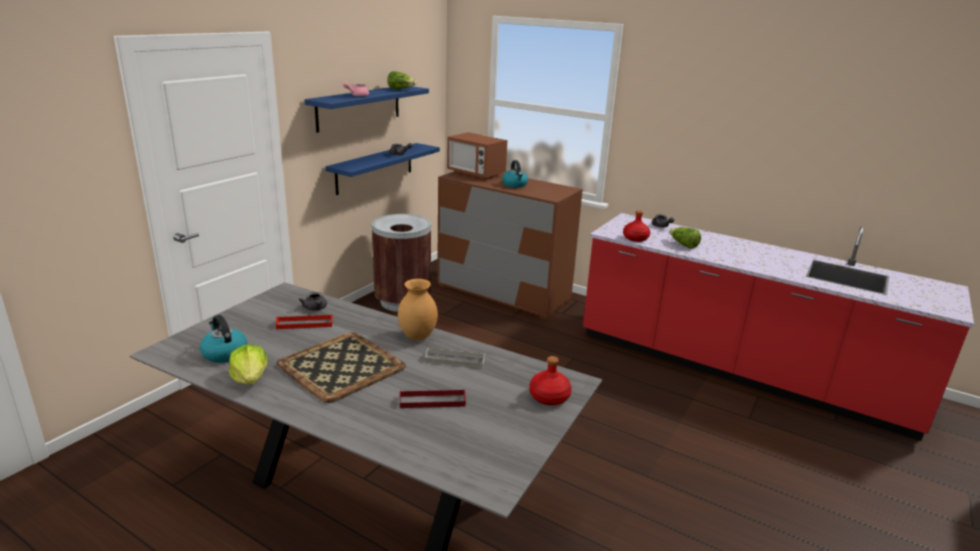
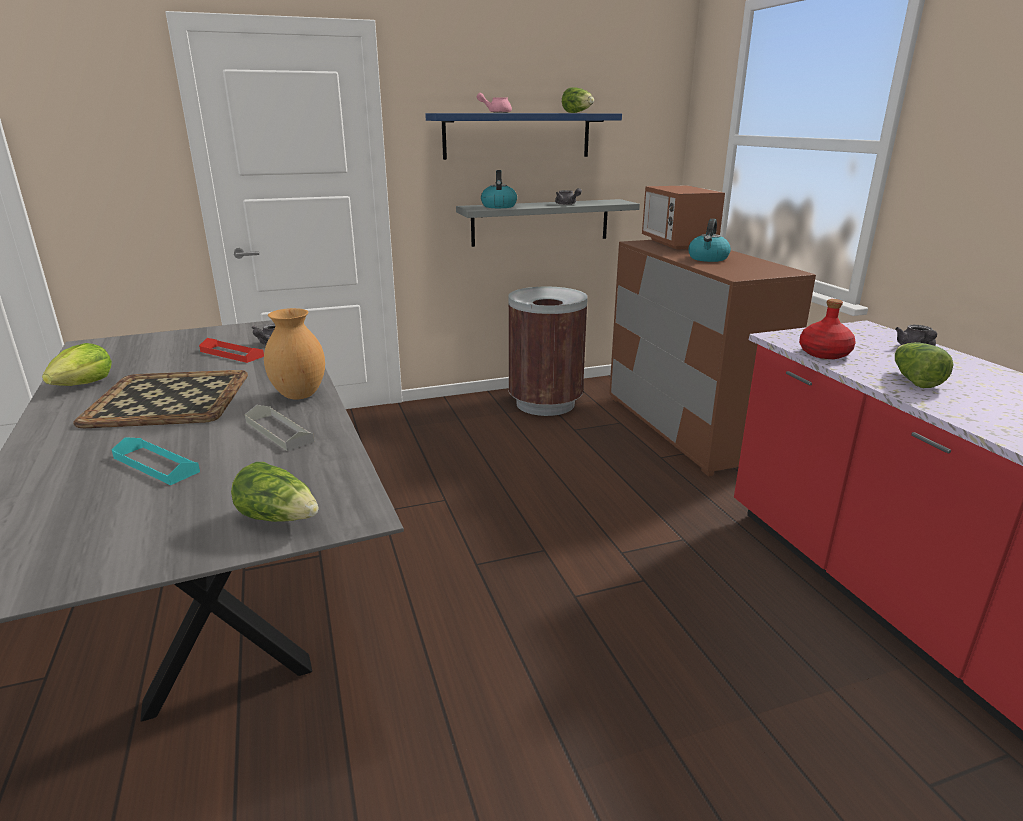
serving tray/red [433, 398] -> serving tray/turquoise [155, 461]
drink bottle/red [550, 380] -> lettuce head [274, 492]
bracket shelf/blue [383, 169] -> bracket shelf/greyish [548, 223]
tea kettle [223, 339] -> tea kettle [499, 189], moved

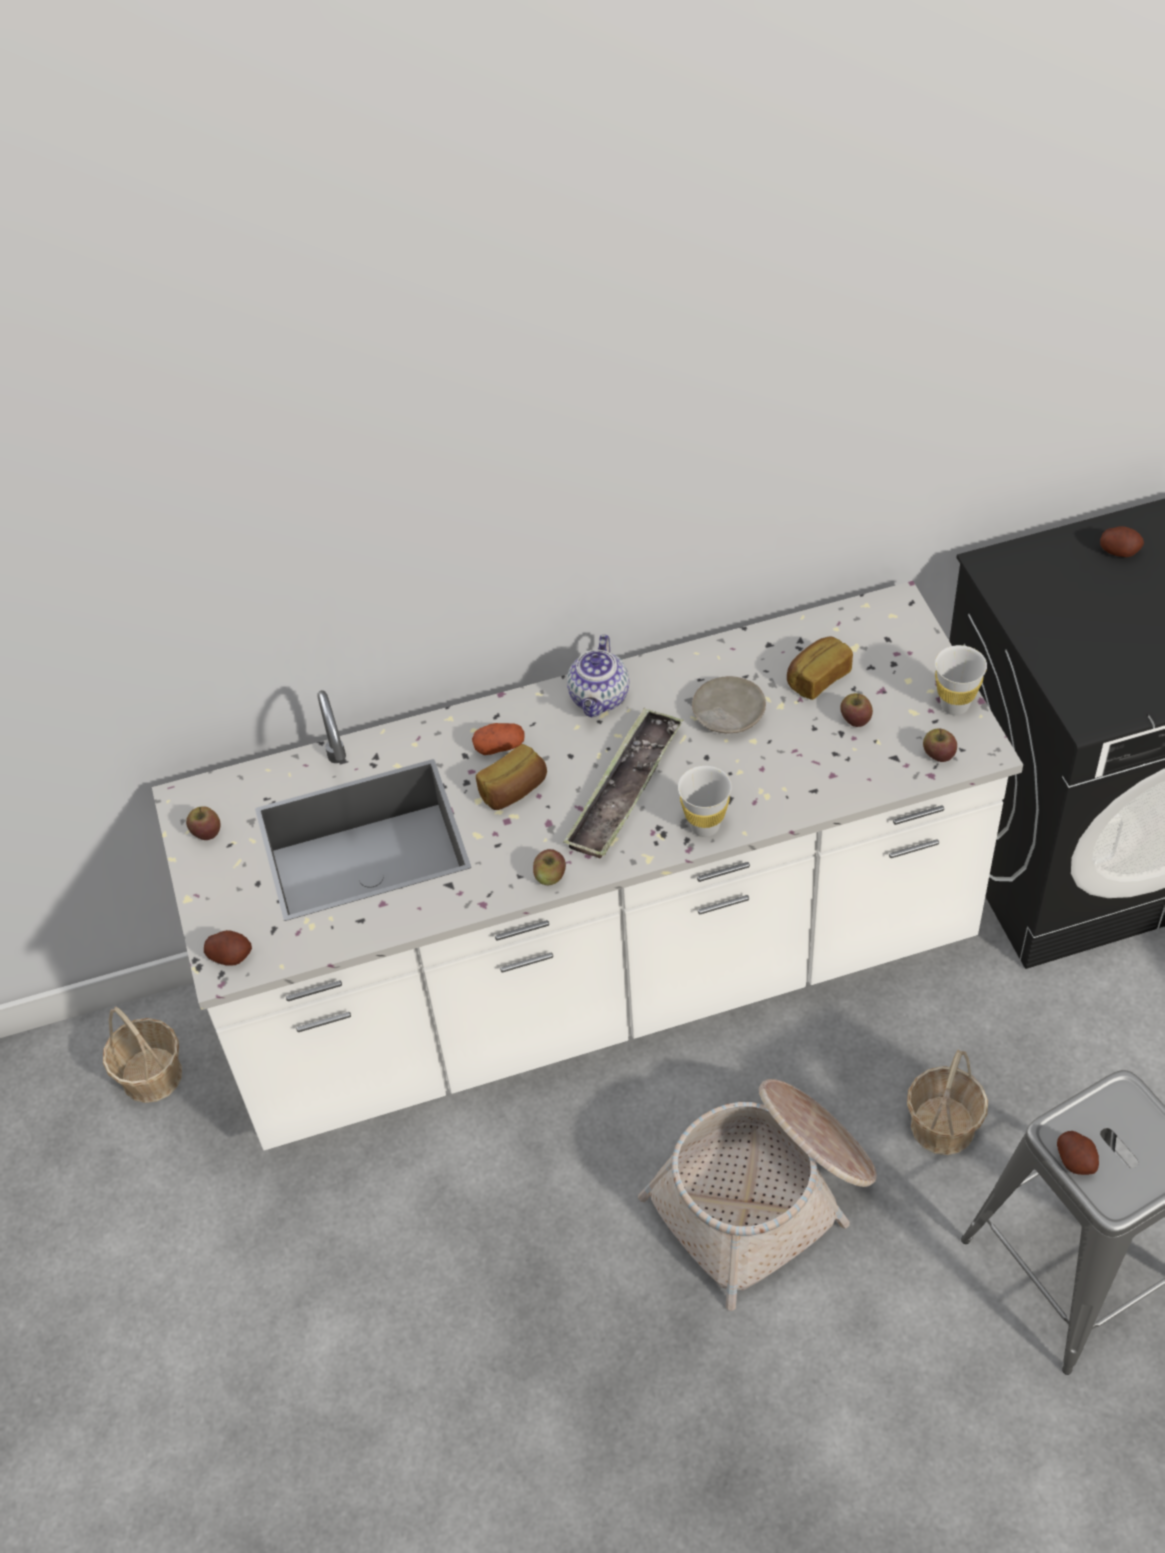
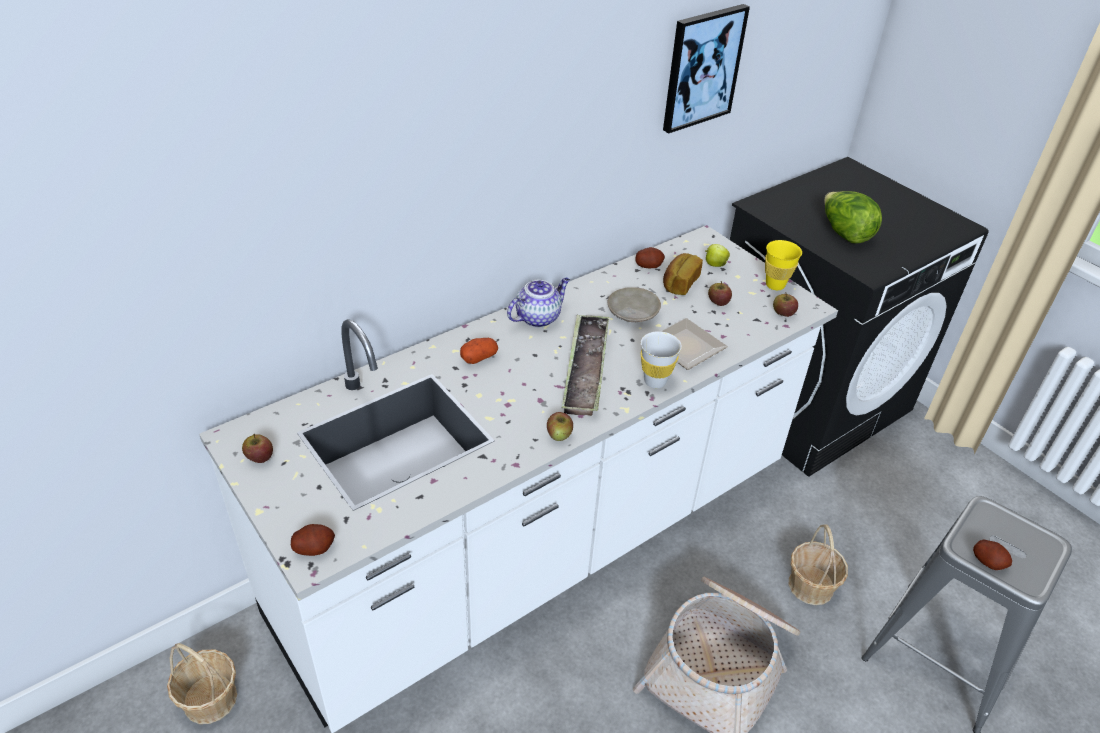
pot for tea [598, 675] -> pot for tea [538, 303], 120 degrees counterclockwise
potato [1122, 541] -> potato [650, 257], moved
none -> flat dish [694, 344]
none -> picture [706, 68]
none -> apple fruit [718, 255]
drinking cup/white [961, 680] -> drinking cup/yellow-coloured [783, 265]
none -> lettuce head [853, 217]
baked bread [511, 777] -> none

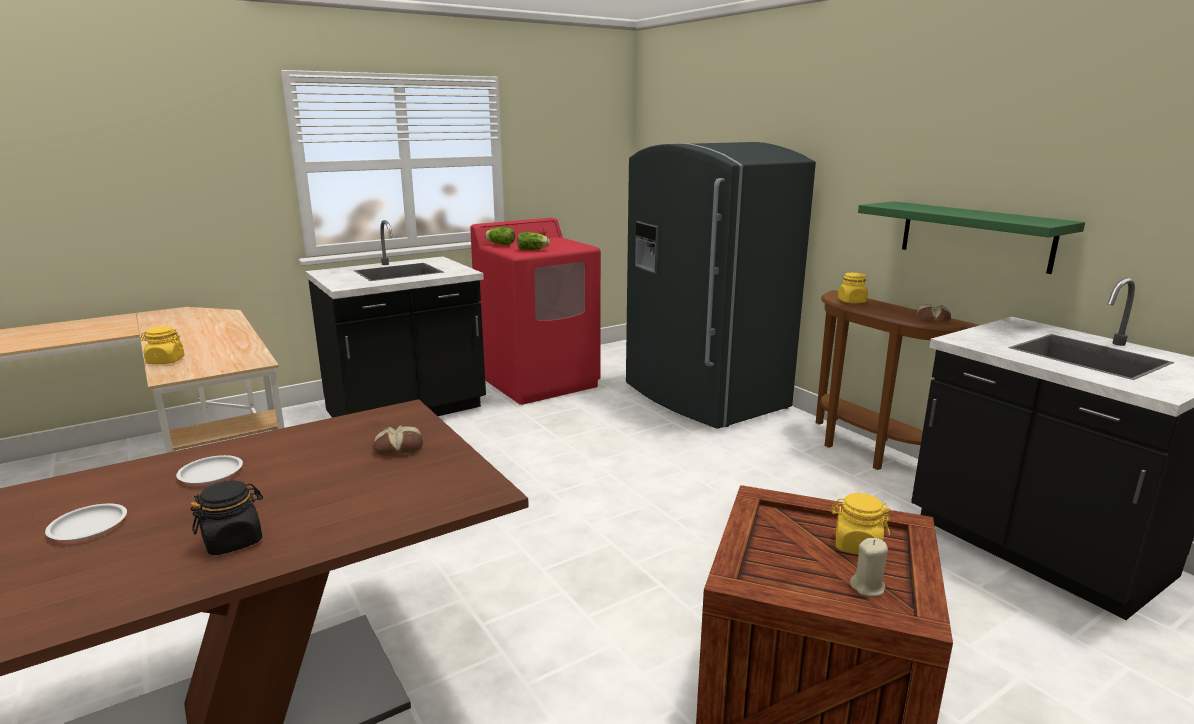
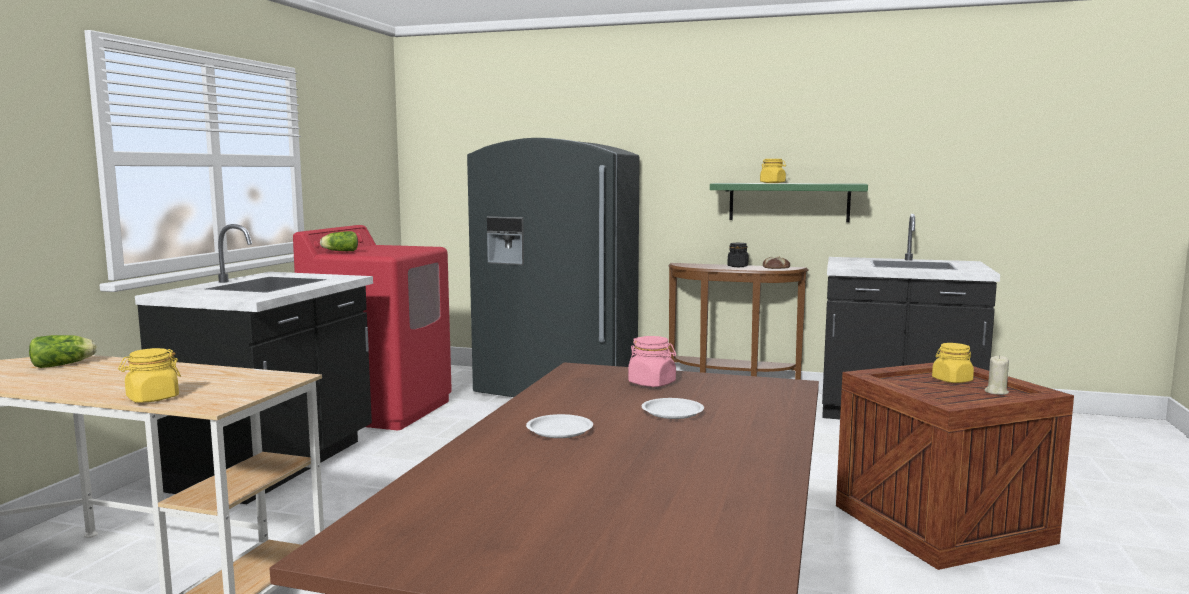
lettuce head [533, 241] -> lettuce head [63, 351], moved
baked bread [398, 440] -> jar/pink-coloured [652, 361]
flat dish/white [86, 522] -> flat dish/white [673, 408], moved
jar/black-coloured [227, 517] -> jar/black-coloured [737, 255], moved
jar/yellow-coloured [853, 288] -> jar/yellow-coloured [773, 171], moved

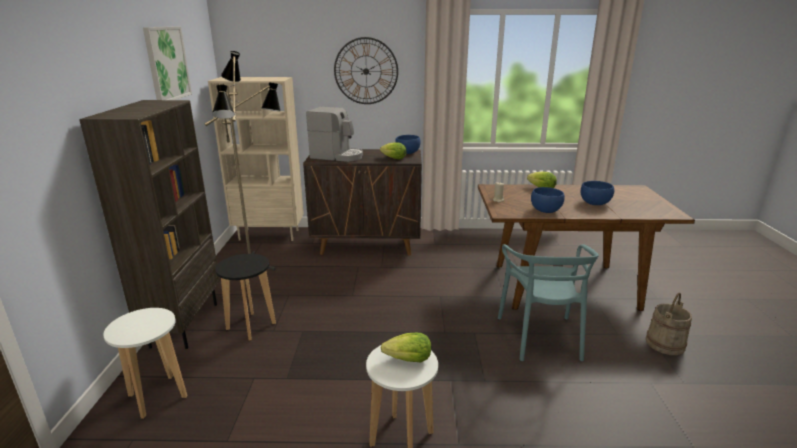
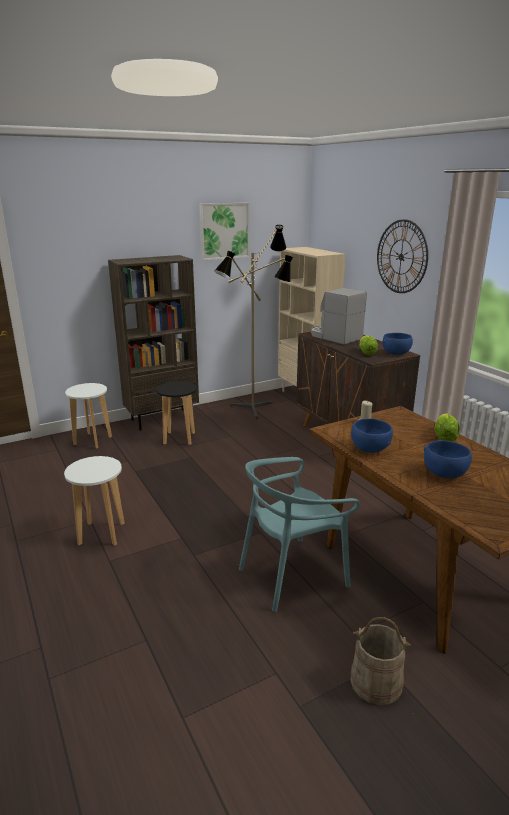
coffee maker [334, 134] -> coffee maker [339, 316], 150 degrees clockwise
lettuce head [406, 347] -> none

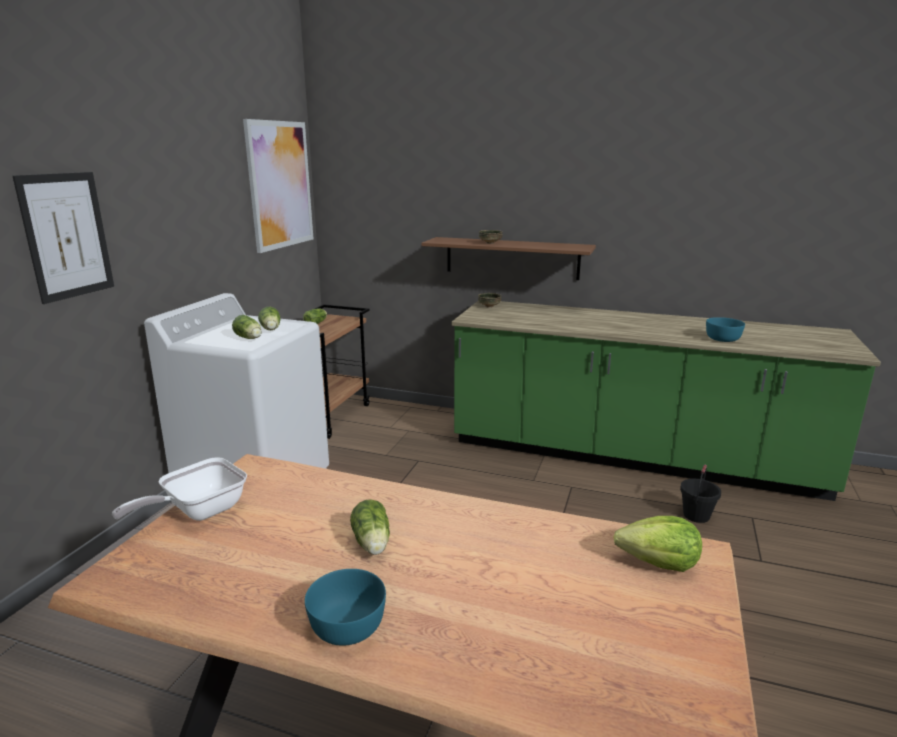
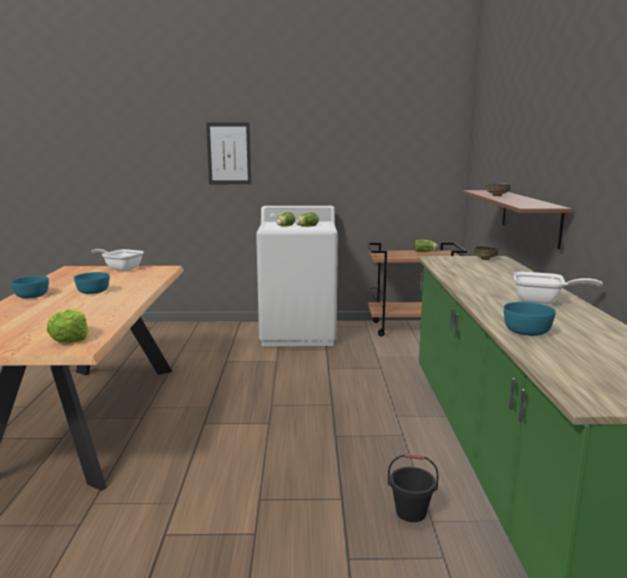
lettuce head [370, 527] -> deep dish/turquoise [91, 283]
none -> pan [558, 288]
picture [278, 186] -> none

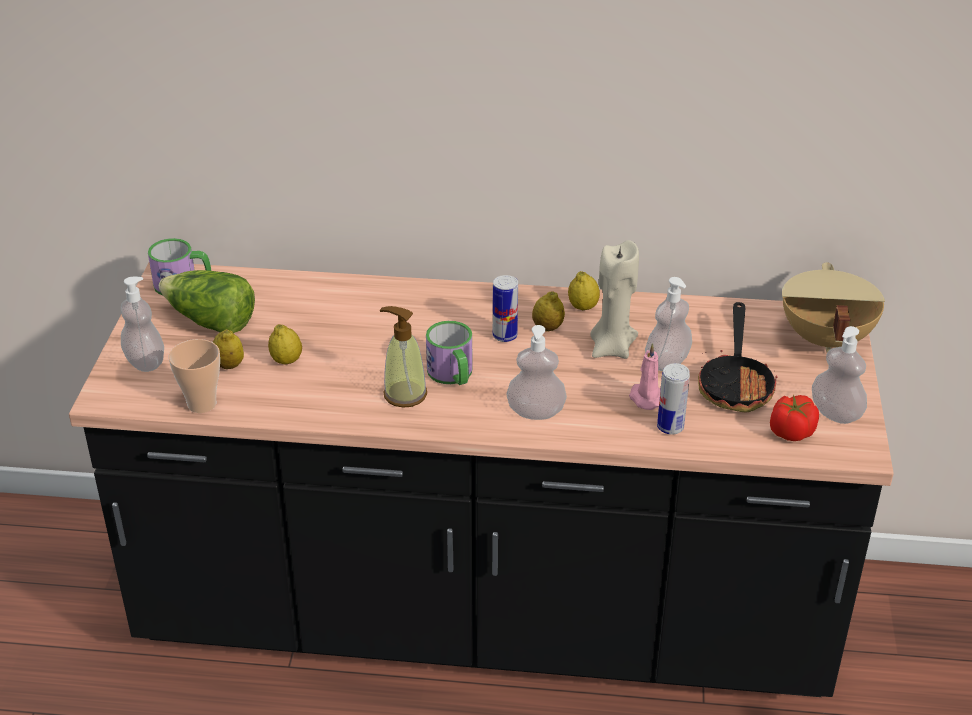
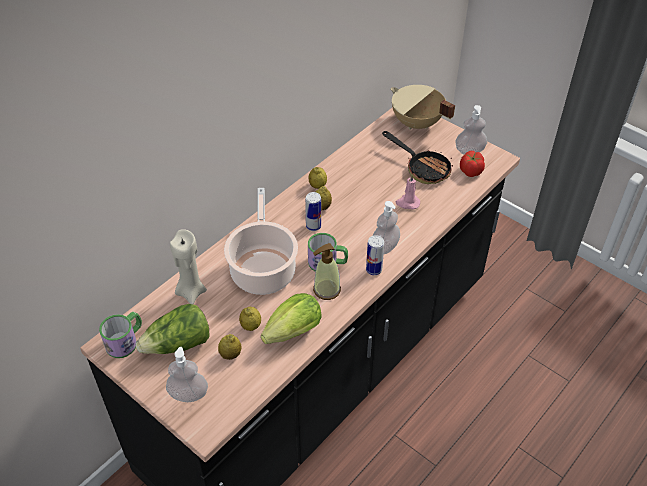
candle/beige [614, 299] -> candle/beige [188, 266], moved
none -> stockpot [261, 241]
none -> lettuce head [291, 318]
can [673, 399] -> can [375, 255], moved
drinking cup [194, 376] -> none
soap dispenser [668, 324] -> none

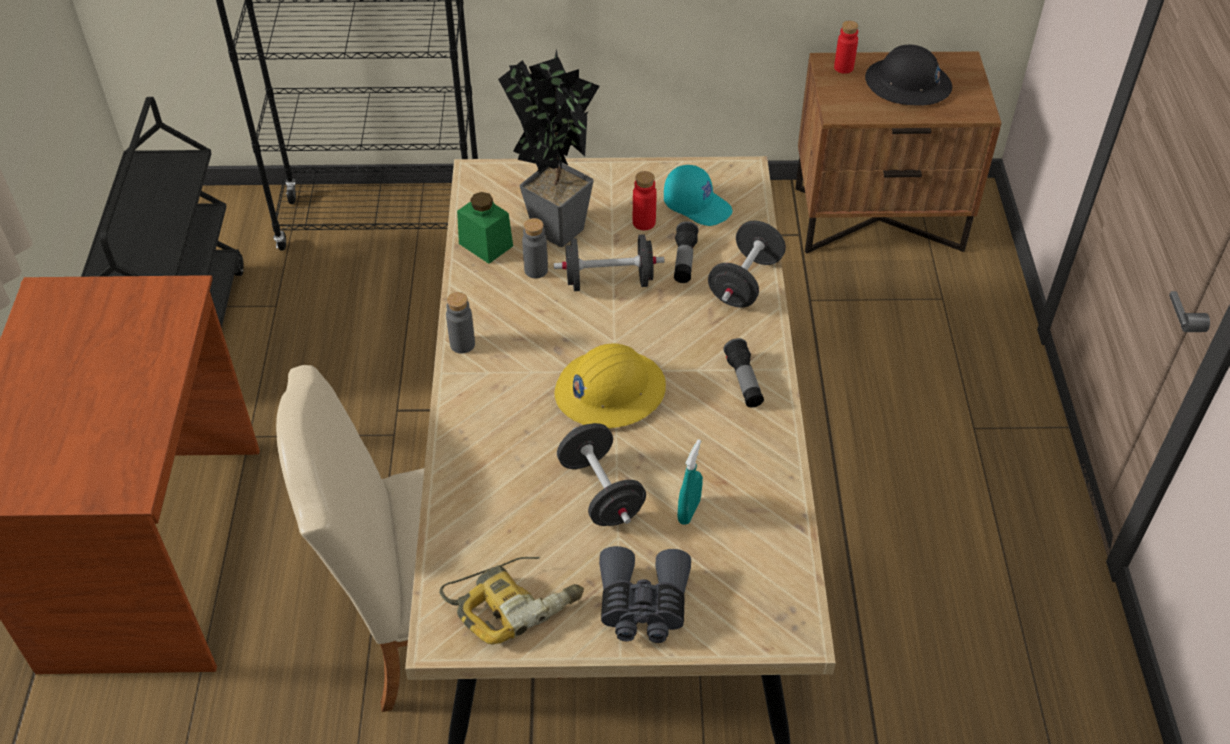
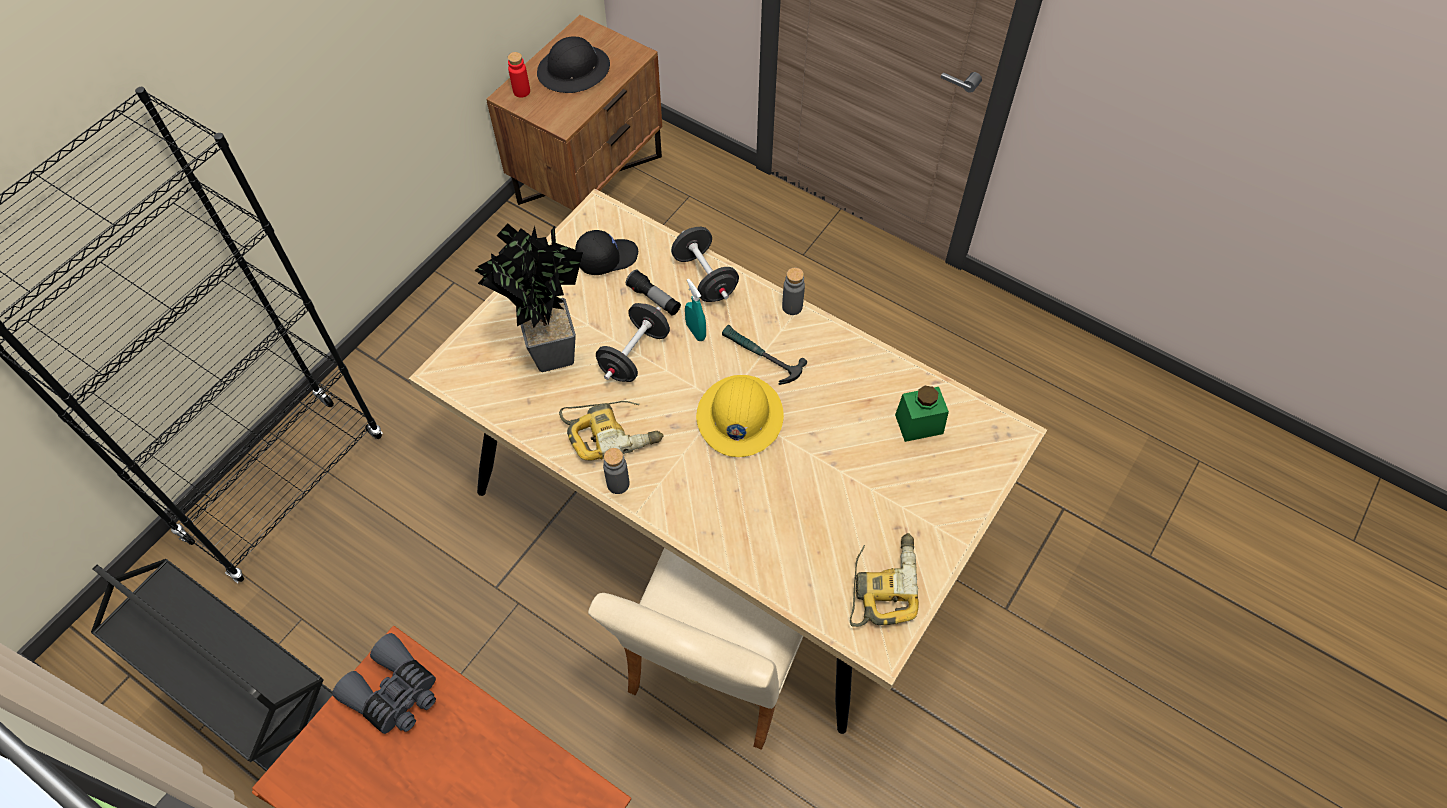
binoculars/greyish [645, 594] -> binoculars/greyish [384, 683], moved
none -> drill [611, 431]
cap/turquoise [698, 195] -> cap/black-coloured [606, 252]
sprayer/turquoise [690, 482] -> sprayer/turquoise [695, 310], moved
none -> hand hammer [764, 355]
drink bottle/greyish [535, 248] -> drink bottle/greyish [793, 291], moved
jar/green [485, 228] -> jar/green [922, 414], moved
dumbbell/black-coloured [601, 474] -> none
drink bottle/red [645, 200] -> none
flashlight [743, 373] -> none

